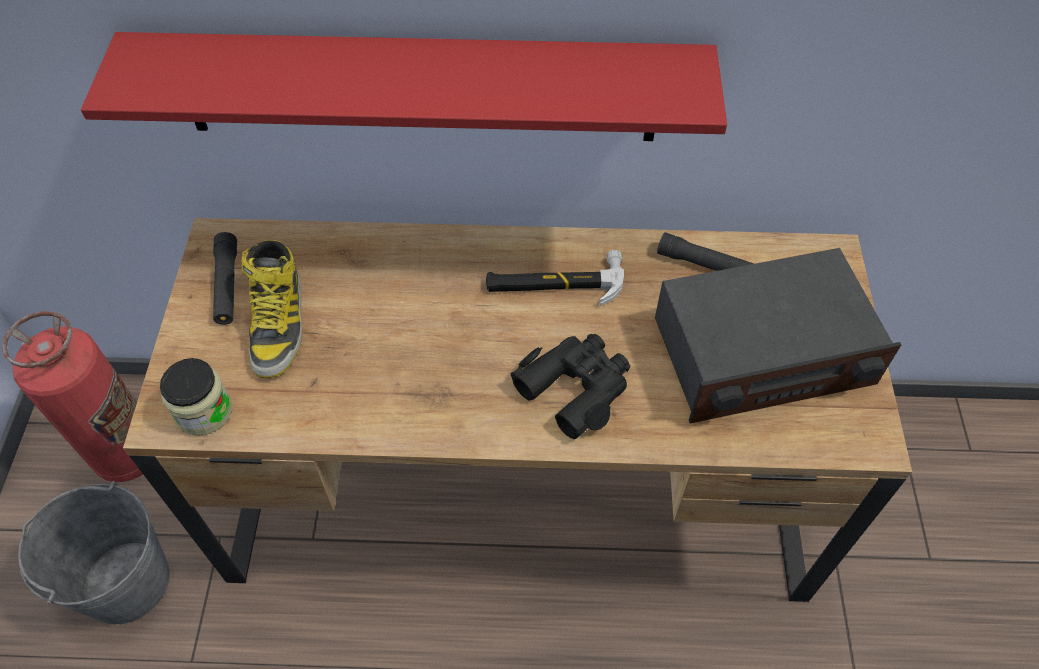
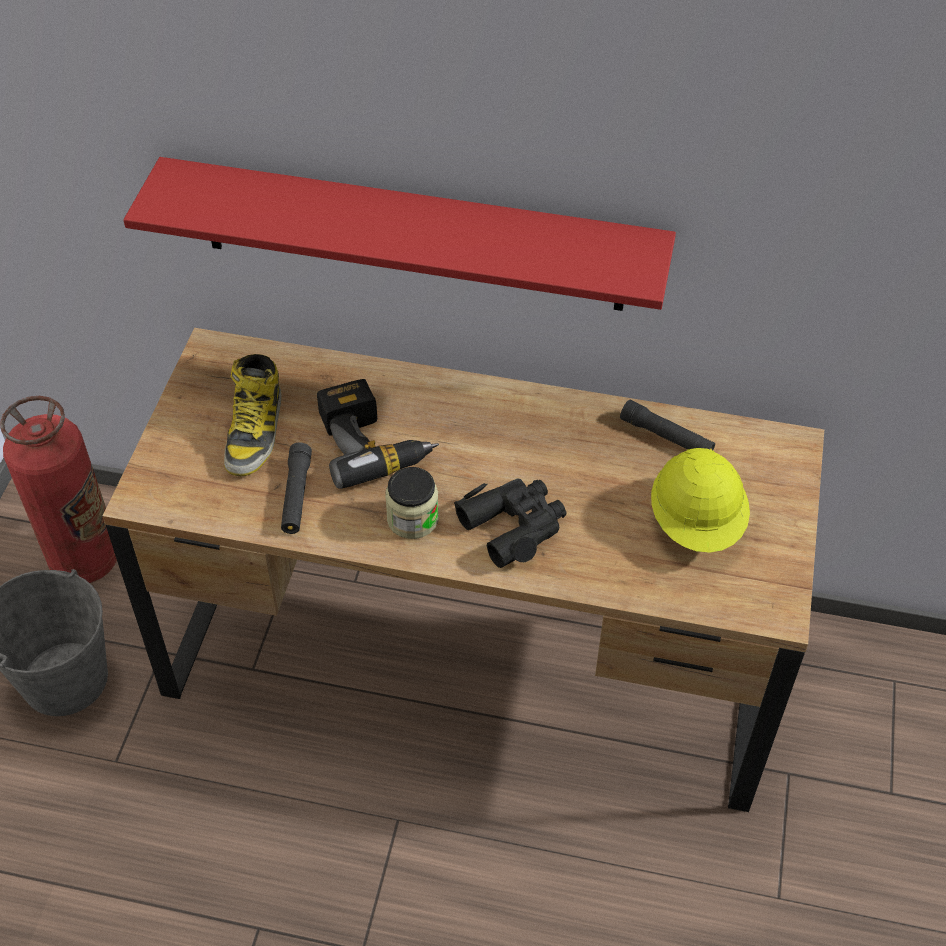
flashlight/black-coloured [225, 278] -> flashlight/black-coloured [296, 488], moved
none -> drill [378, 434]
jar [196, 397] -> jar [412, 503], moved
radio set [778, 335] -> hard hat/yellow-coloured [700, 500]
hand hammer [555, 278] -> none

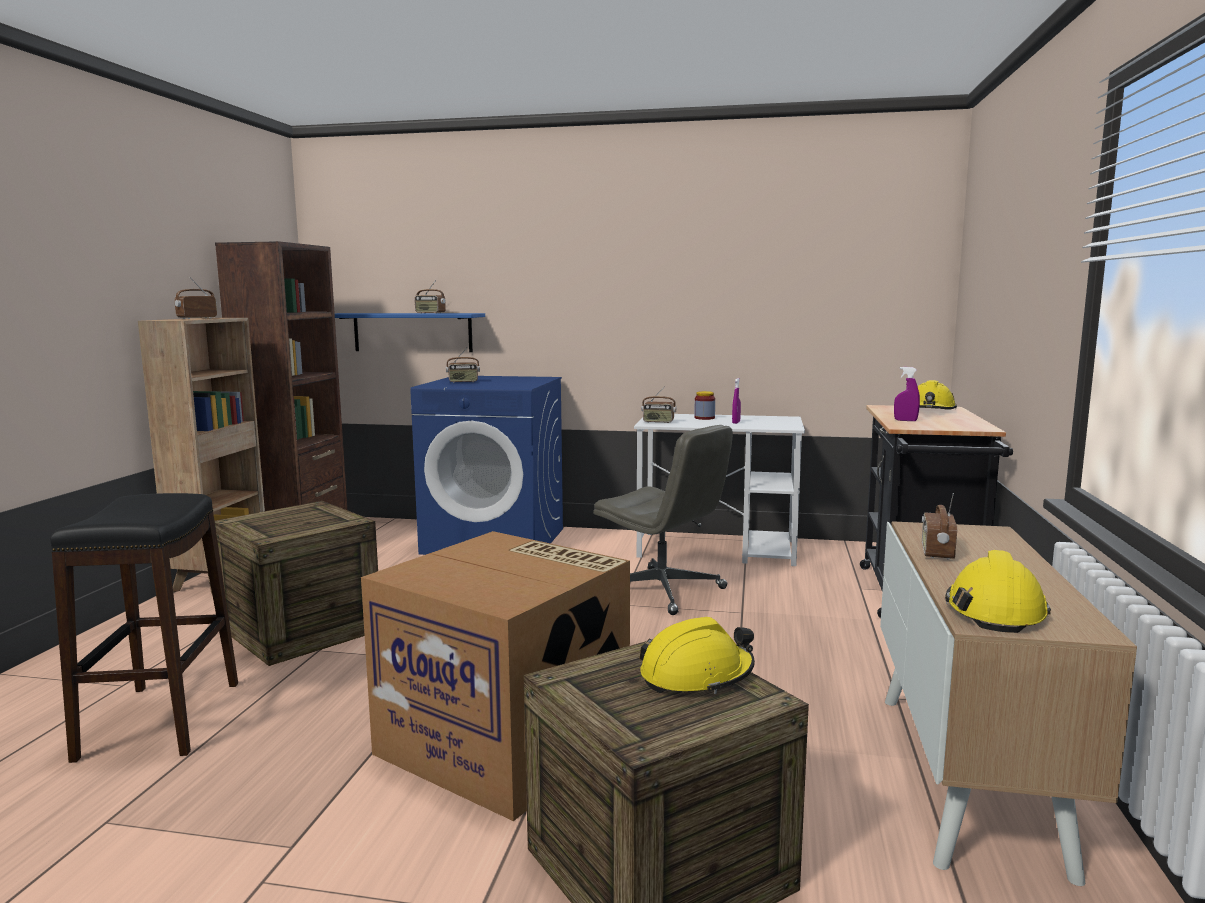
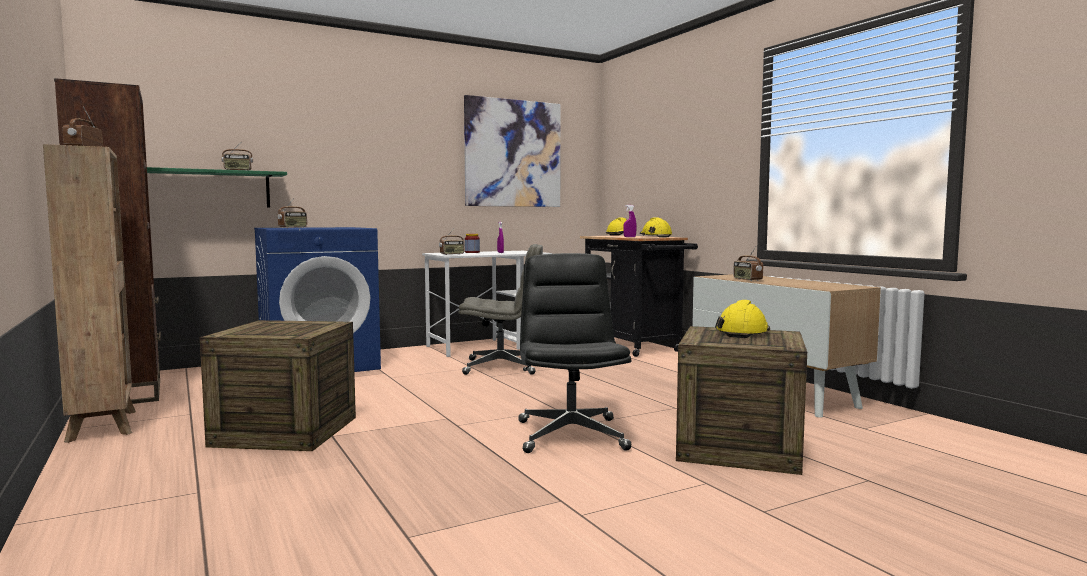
bracket shelf/blue [410, 332] -> bracket shelf/green [217, 187]
none -> picture [512, 151]
carton [495, 676] -> computer chair/black-coloured [574, 353]
hard hat/yellow-coloured [998, 591] -> hard hat/yellow-coloured [656, 227], moved
sitting stool/black-coloured [144, 628] -> none

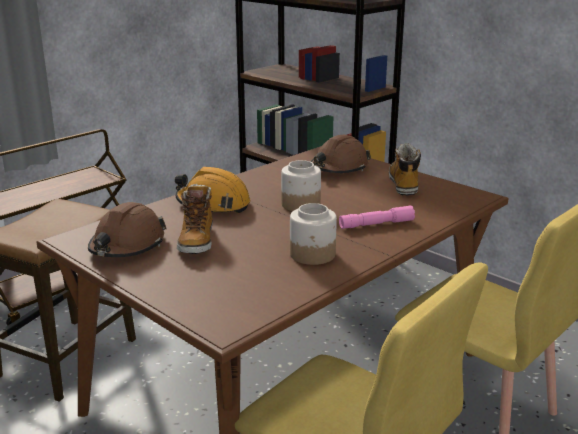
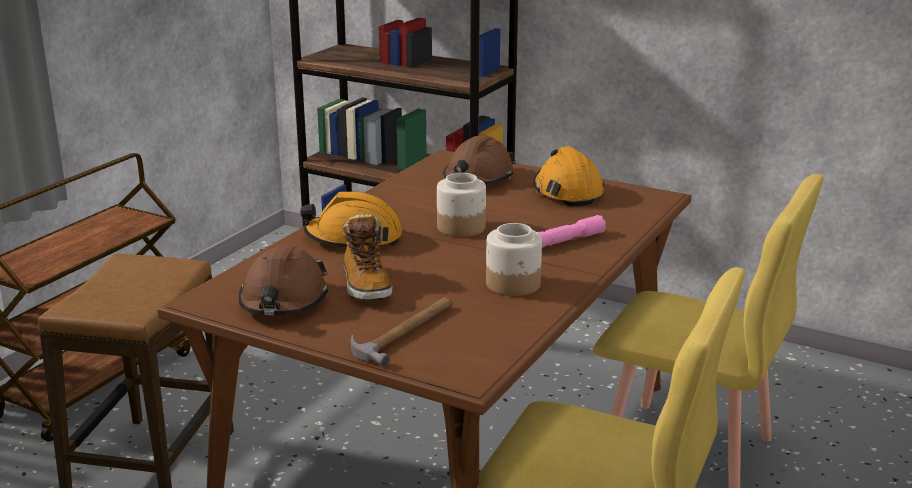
none -> hand hammer [402, 332]
boot [405, 169] -> hard hat/orange [569, 176]

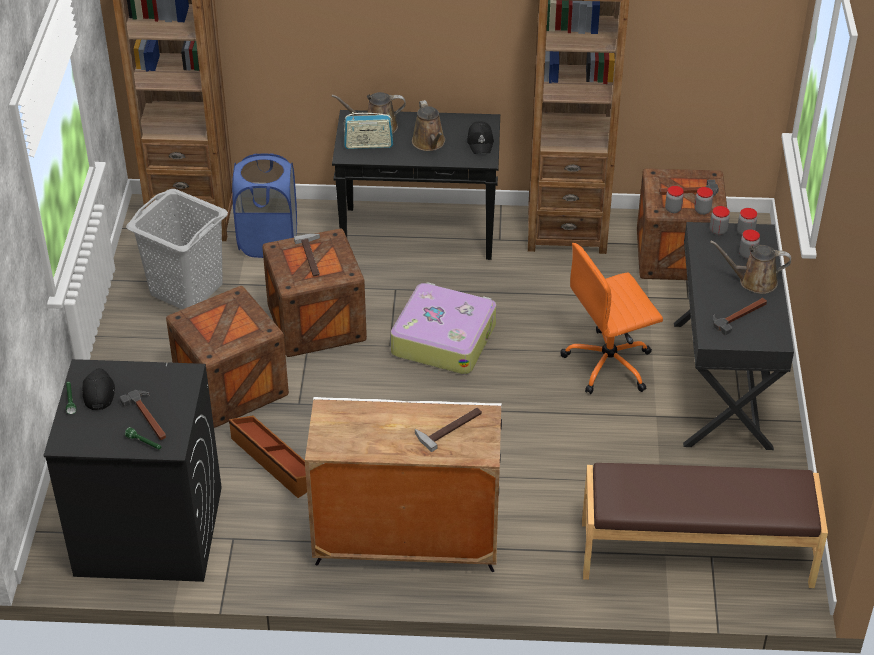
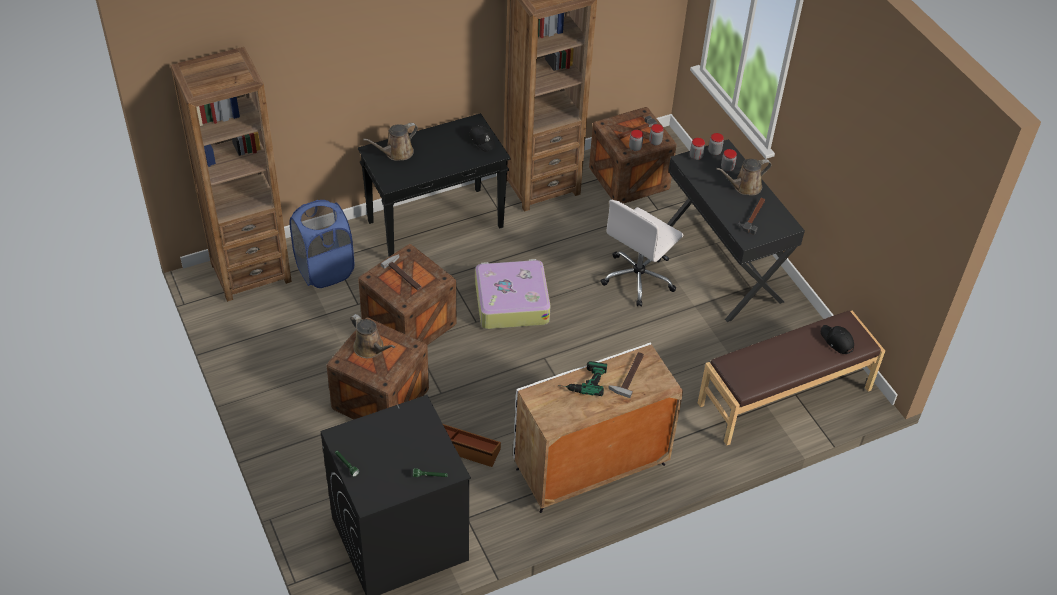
watering pot/brown-coloured [428, 125] -> watering pot/brown-coloured [373, 336], moved
none -> drill [582, 378]
computer chair/orange [611, 318] -> computer chair/white [642, 253]
cap/black-coloured [98, 389] -> cap/black-coloured [837, 339], moved
hand hammer [143, 415] -> none
hamper/greyish [177, 249] -> none
radio set [368, 130] -> none

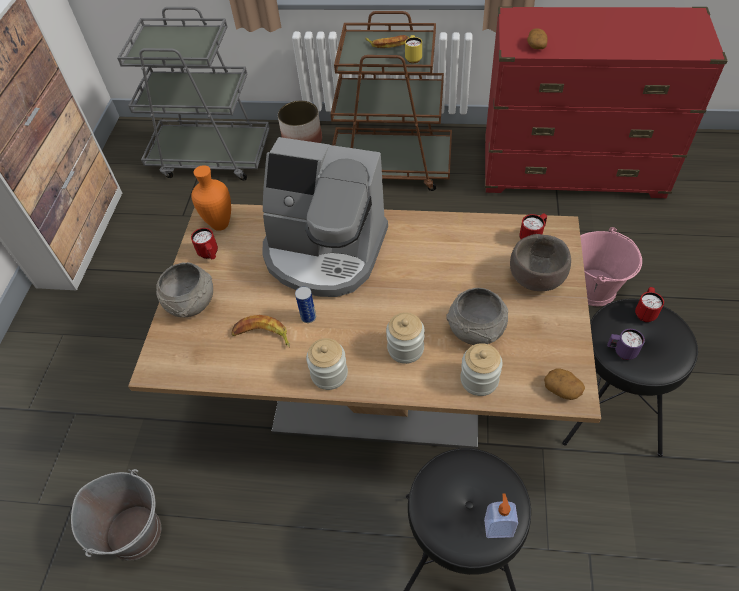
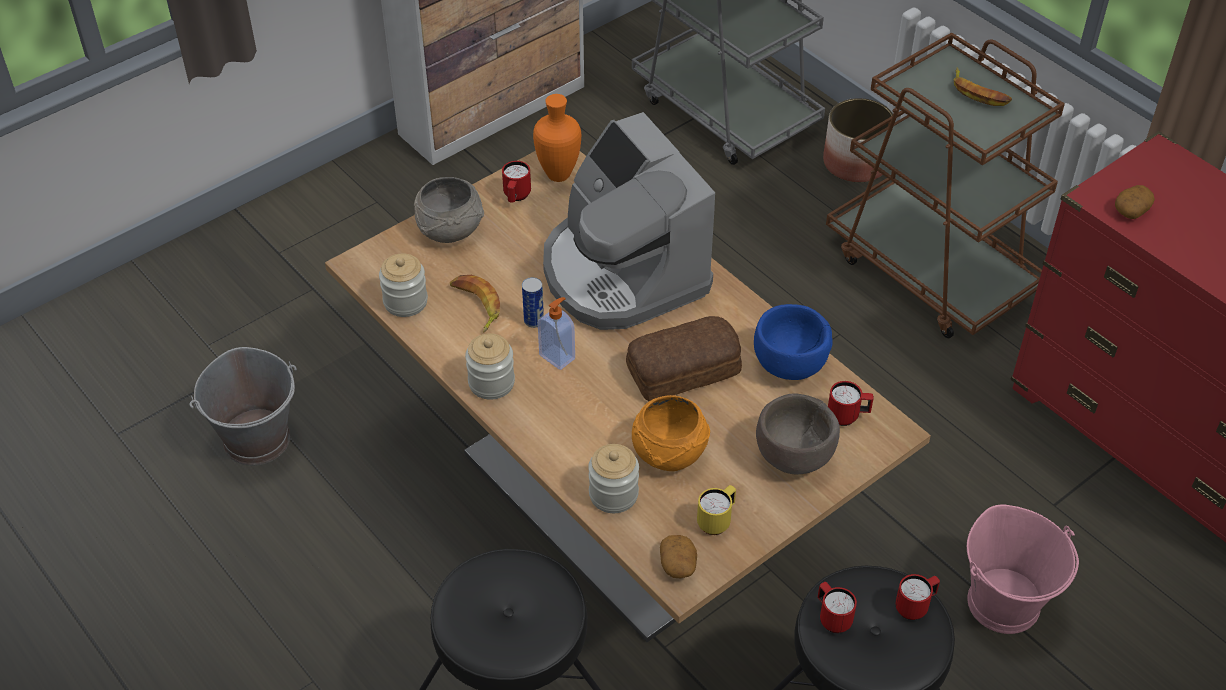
jar [405, 338] -> jar [403, 285], moved
soap dispenser [501, 515] -> soap dispenser [556, 333], moved
none -> baked bread [684, 359]
deep dish/greyish [477, 316] -> deep dish/orange [671, 433]
tea mug/yellow-coloured [413, 49] -> tea mug/yellow-coloured [716, 510], moved
none -> deep dish/blue [793, 342]
tea mug/purple [626, 344] -> tea mug/red [837, 607]

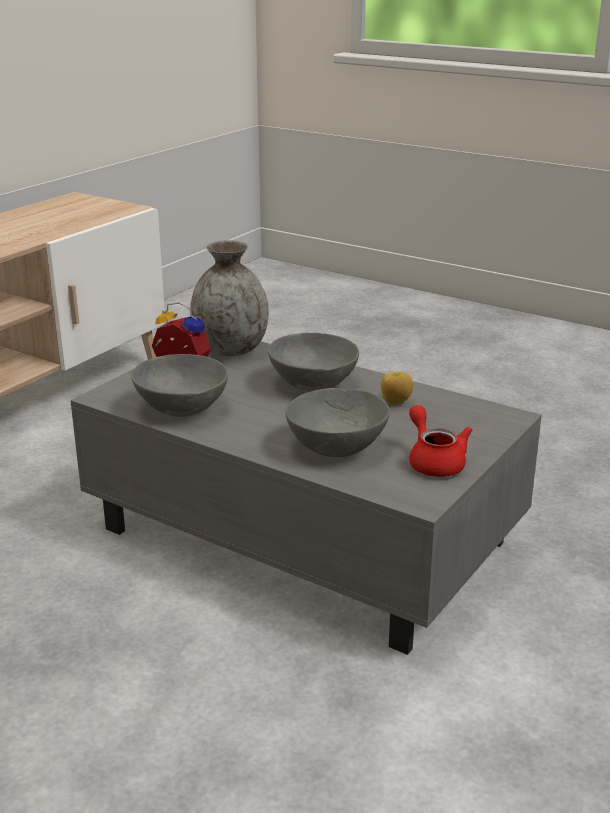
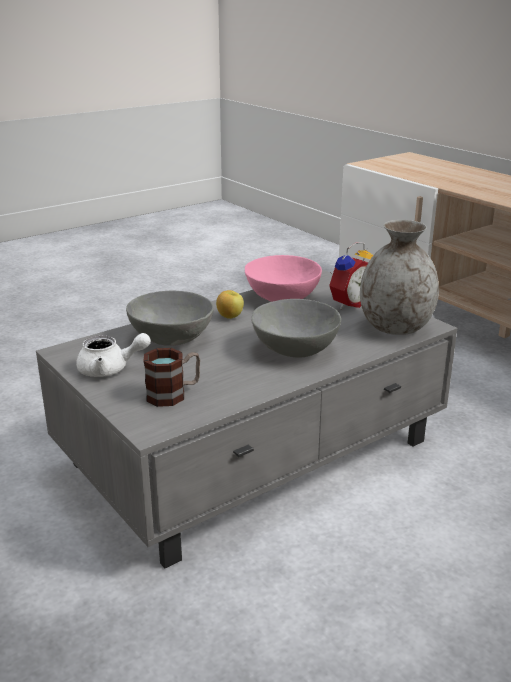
pot for tea/red [440, 441] -> pot for tea/white [113, 355]
none -> tea mug [171, 377]
apple fruit [397, 388] -> apple fruit [230, 304], moved
deep dish/greyish [179, 385] -> deep dish/pink-coloured [283, 278]

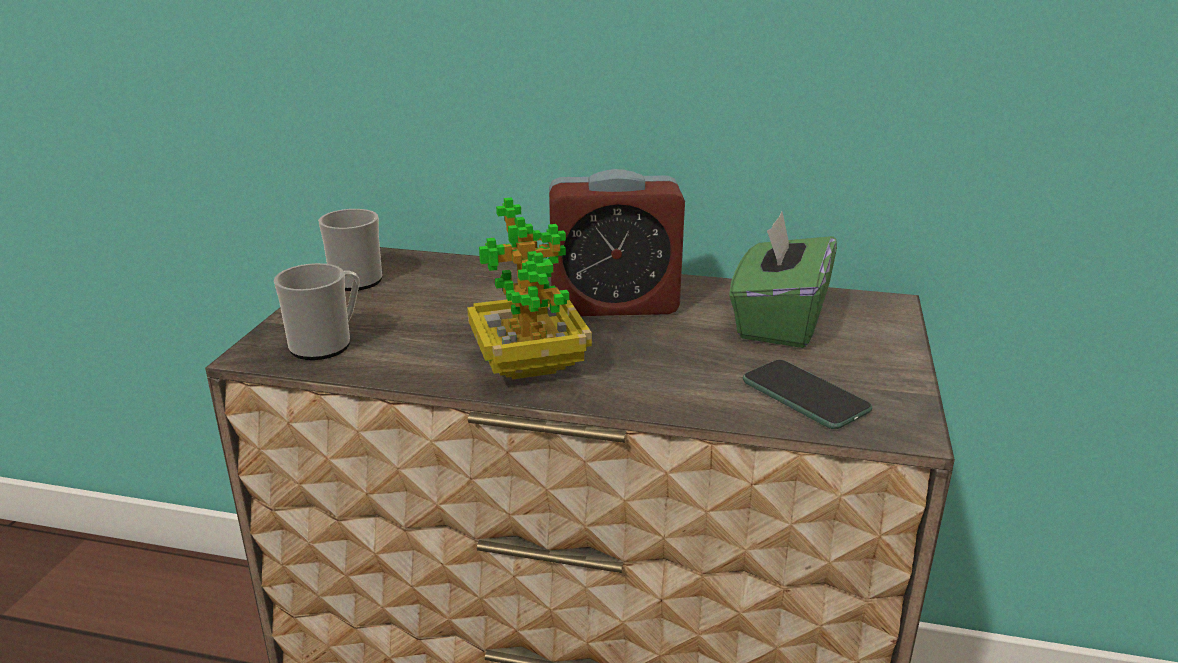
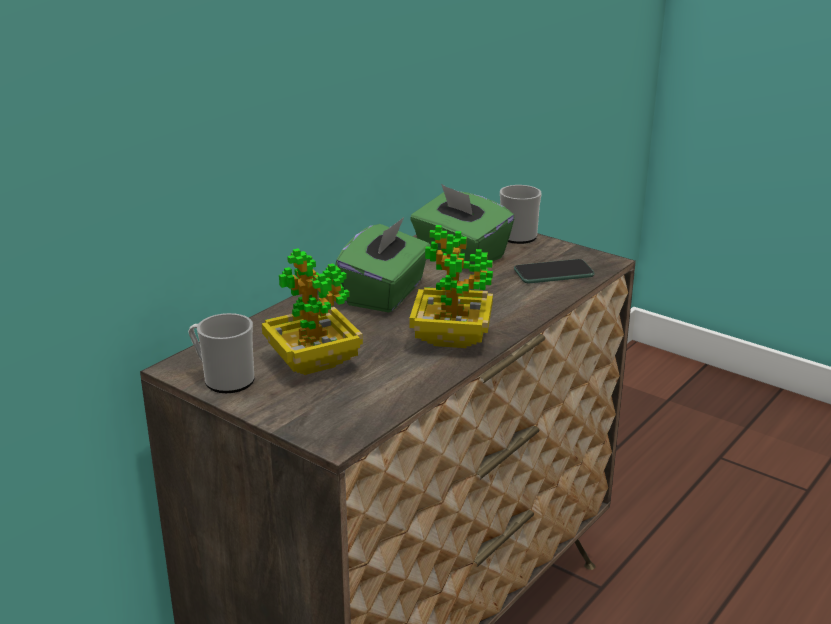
none -> potted plant [312, 312]
bedside clock [617, 242] -> tissue holder/green [383, 265]
tea mug [317, 311] -> tea mug [521, 214], moved

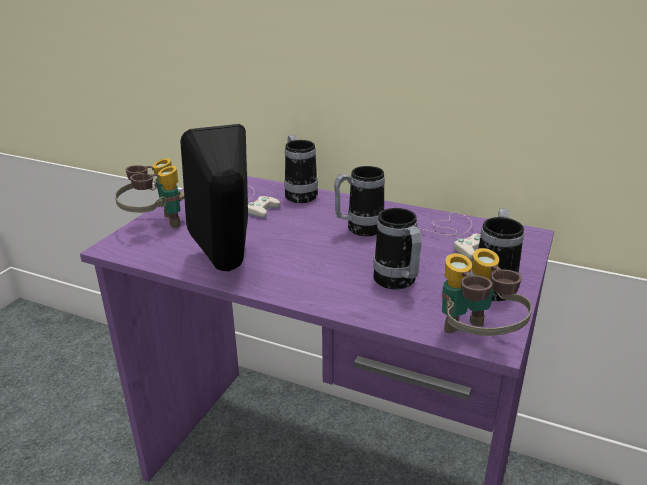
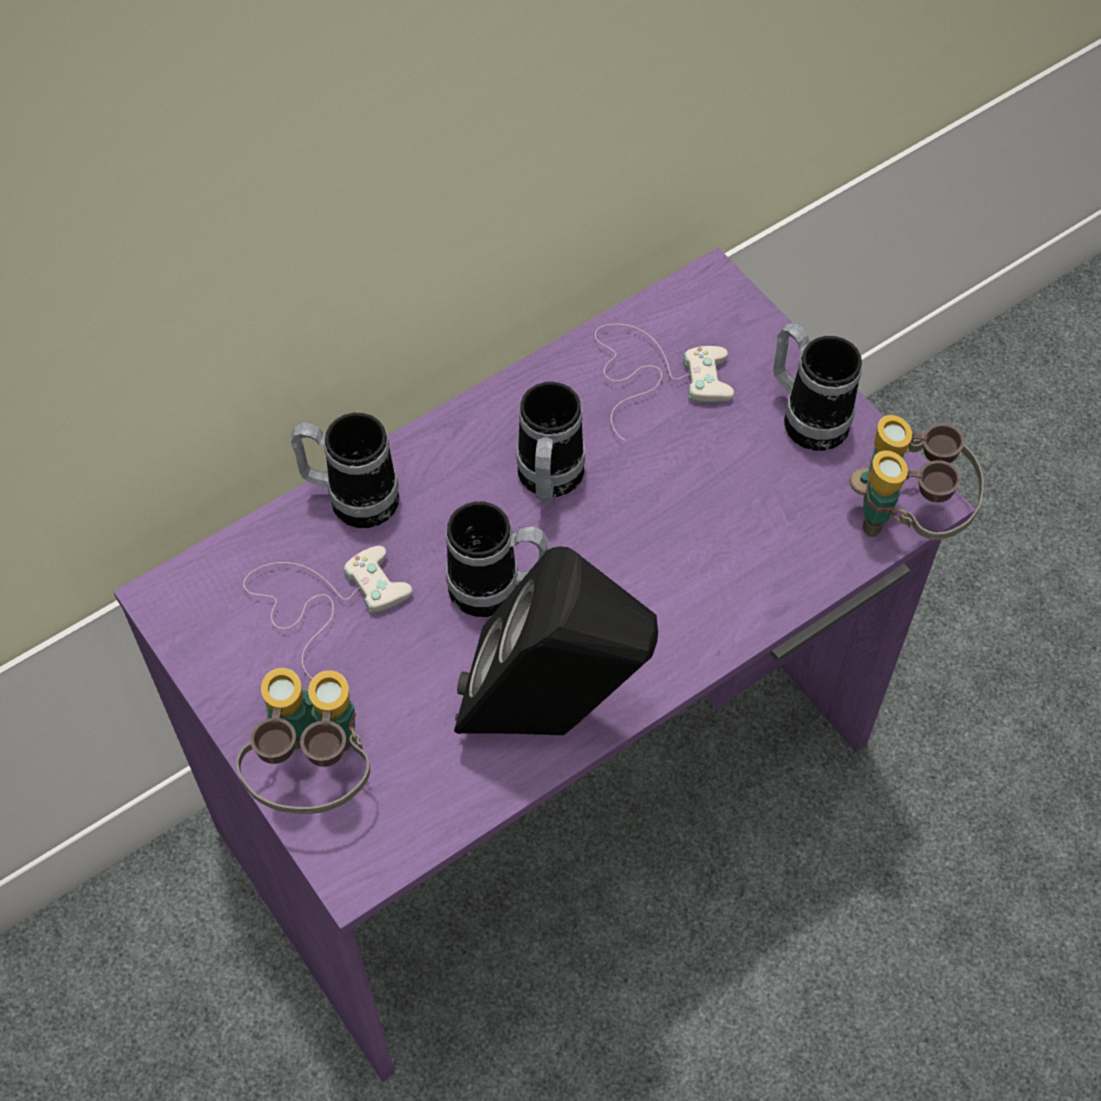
tea mug [397, 248] -> tea mug [497, 559], moved

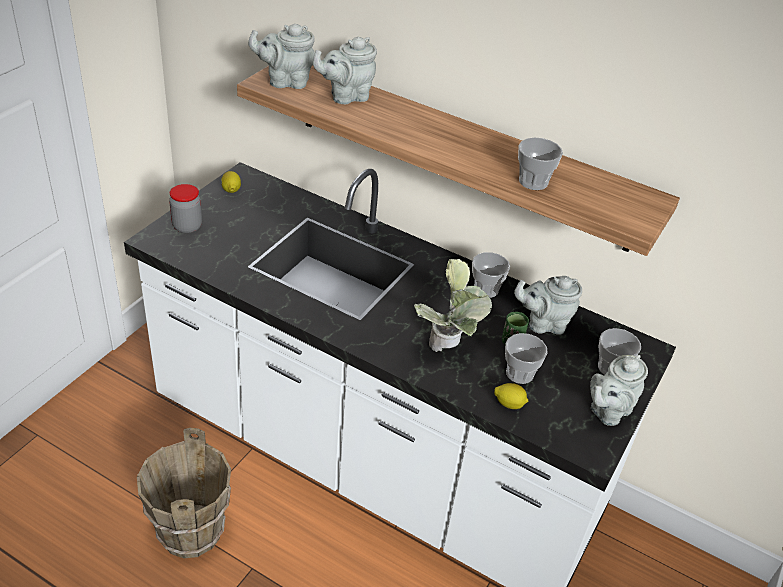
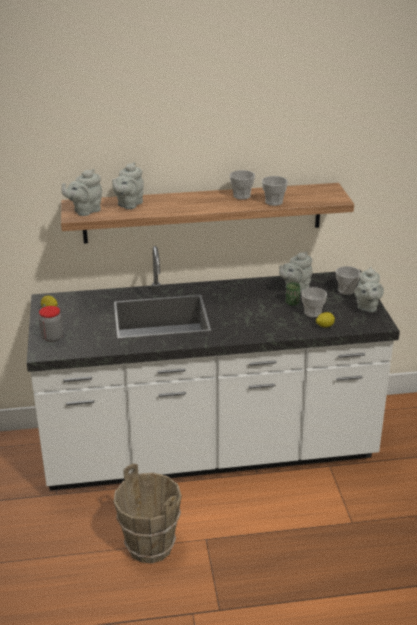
drinking cup [491, 275] -> drinking cup [242, 184], moved
potted plant [453, 305] -> none

